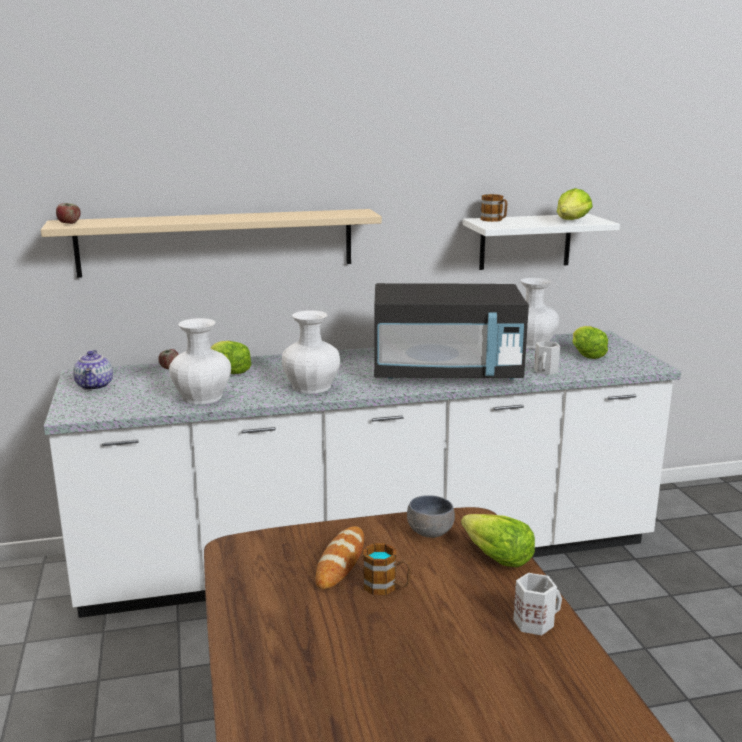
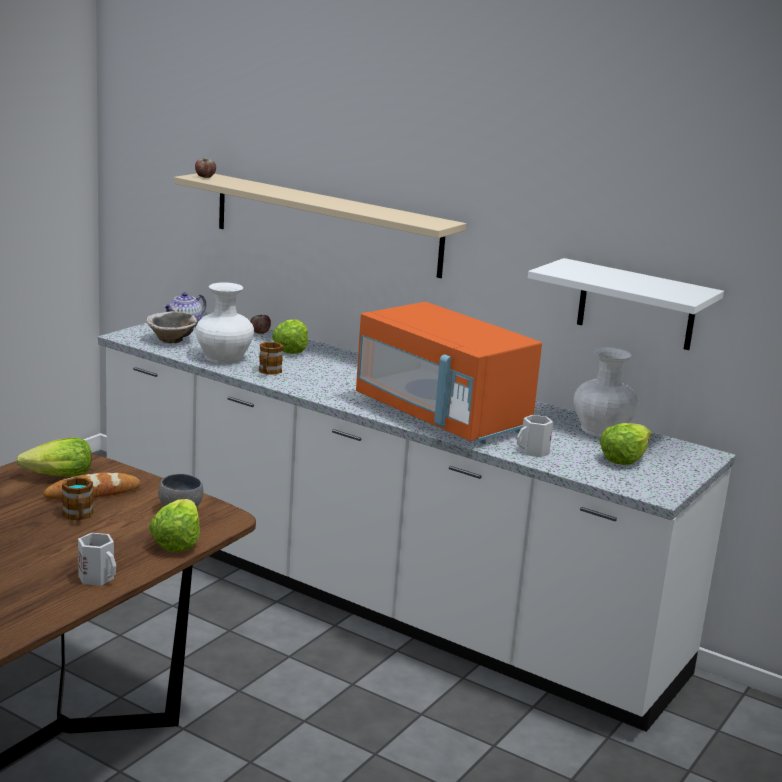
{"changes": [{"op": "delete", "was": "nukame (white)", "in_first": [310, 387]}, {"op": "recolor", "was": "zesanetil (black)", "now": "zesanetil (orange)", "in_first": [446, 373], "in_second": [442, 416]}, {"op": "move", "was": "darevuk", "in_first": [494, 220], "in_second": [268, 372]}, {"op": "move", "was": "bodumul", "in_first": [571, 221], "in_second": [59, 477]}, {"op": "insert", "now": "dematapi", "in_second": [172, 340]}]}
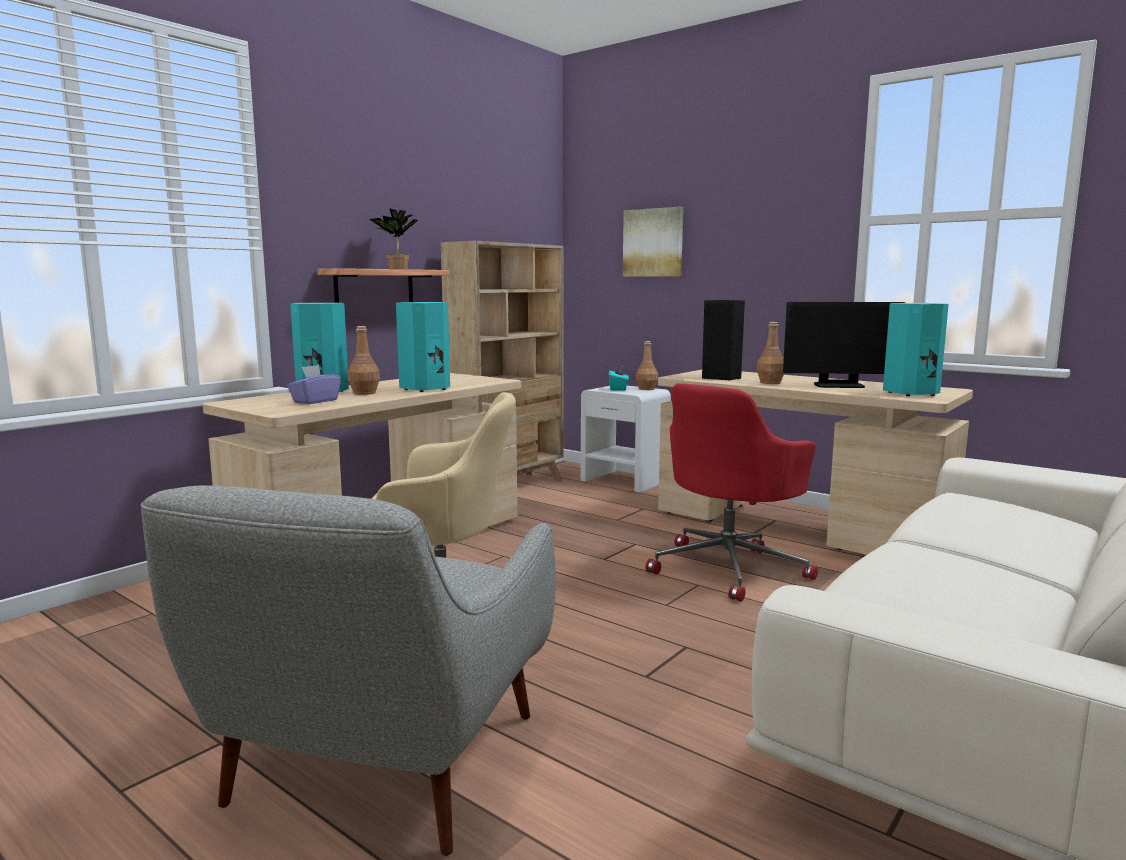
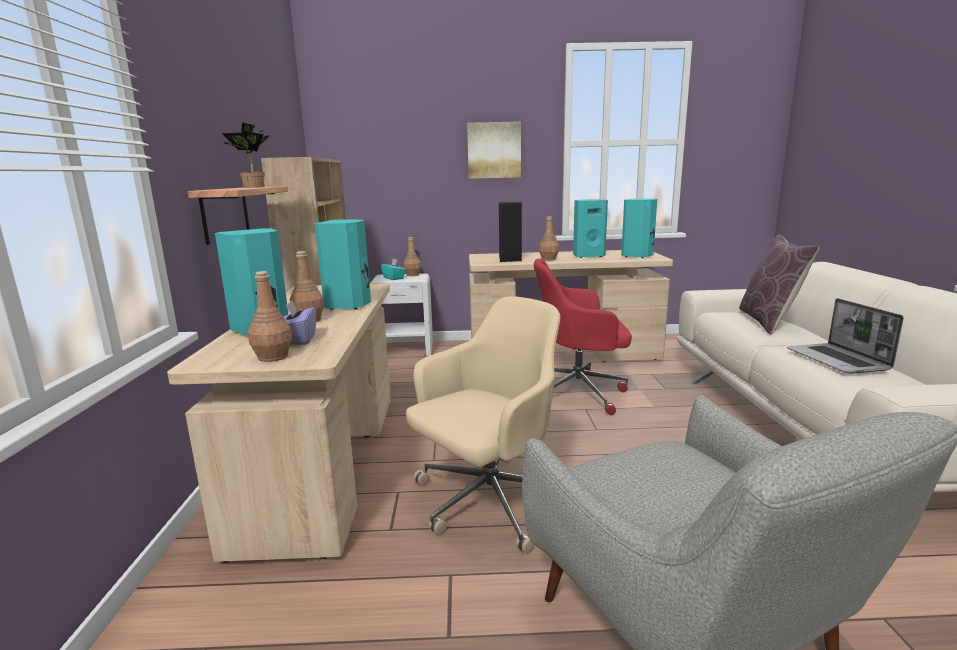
{"changes": [{"op": "move", "was": "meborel", "in_first": [653, 243], "in_second": [494, 150]}, {"op": "rotate", "was": "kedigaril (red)", "in_first": [729, 568], "in_second": [579, 392], "clockwise": 90}, {"op": "replace", "was": "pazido", "now": "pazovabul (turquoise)", "in_first": [839, 385], "in_second": [587, 256]}, {"op": "insert", "now": "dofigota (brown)", "in_second": [272, 357]}, {"op": "insert", "now": "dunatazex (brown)", "in_second": [769, 321]}, {"op": "insert", "now": "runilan", "in_second": [838, 360]}]}
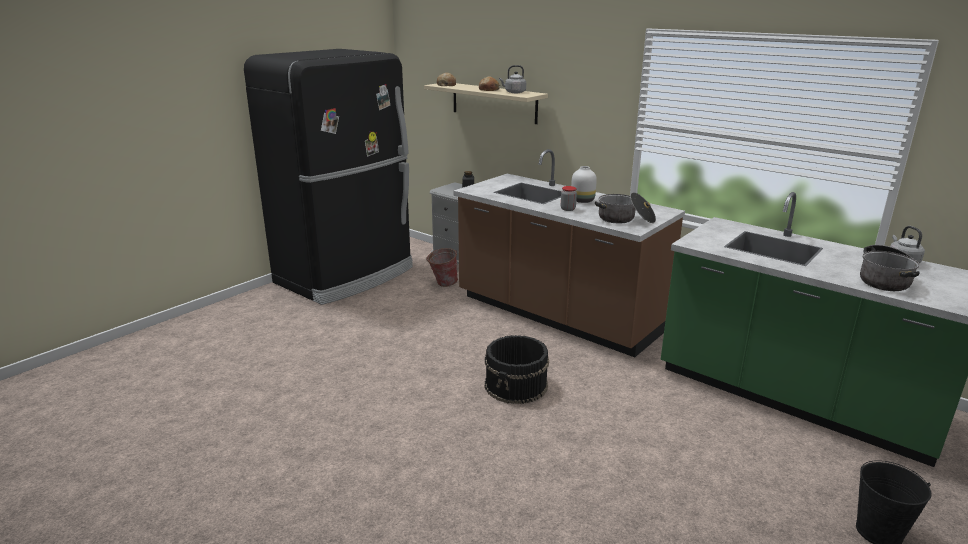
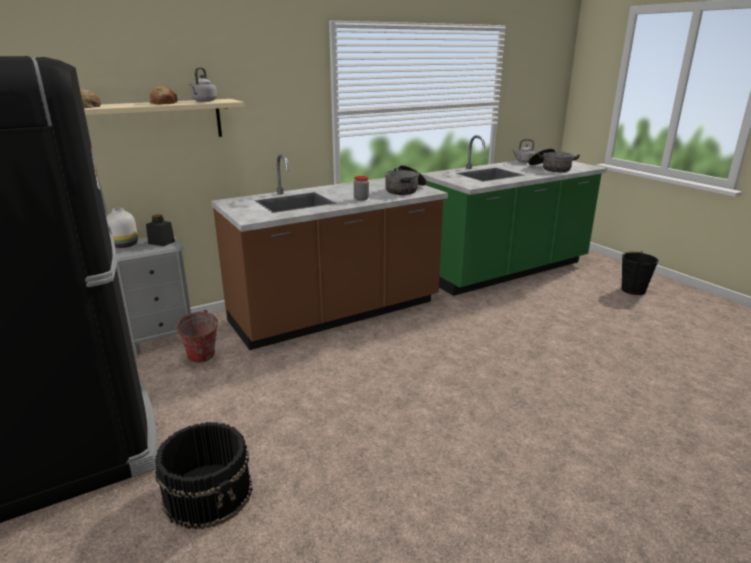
{"changes": [{"op": "move", "was": "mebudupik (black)", "in_first": [516, 385], "in_second": [209, 493]}, {"op": "move", "was": "nukame (white)", "in_first": [583, 200], "in_second": [125, 245]}]}
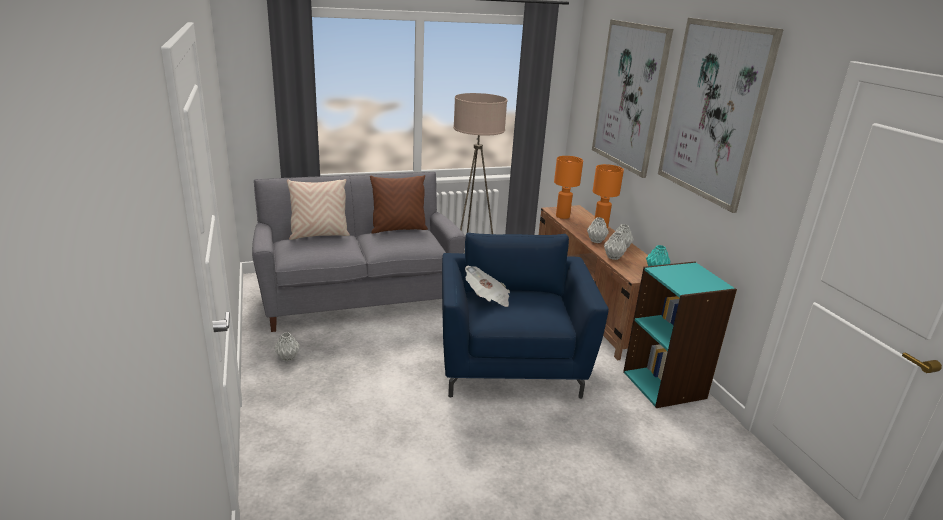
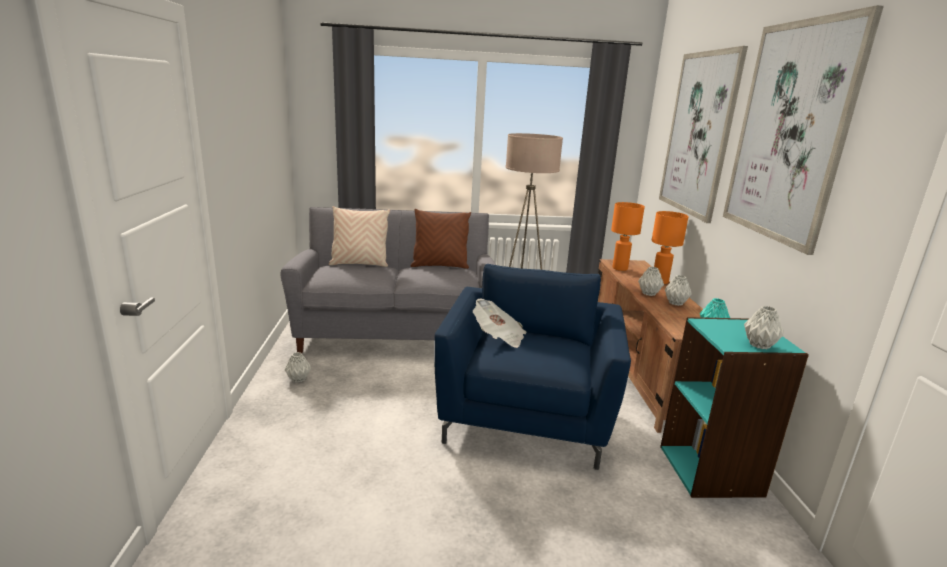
{"changes": [{"op": "move", "was": "nukame (grey)", "in_first": [613, 257], "in_second": [759, 345]}]}
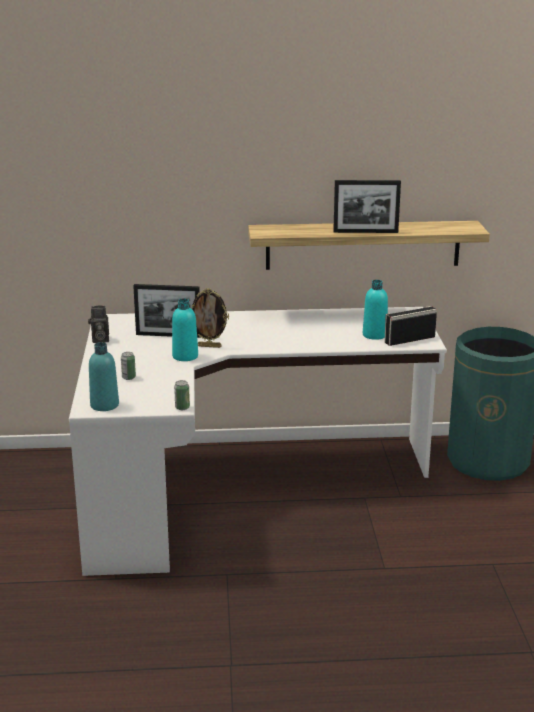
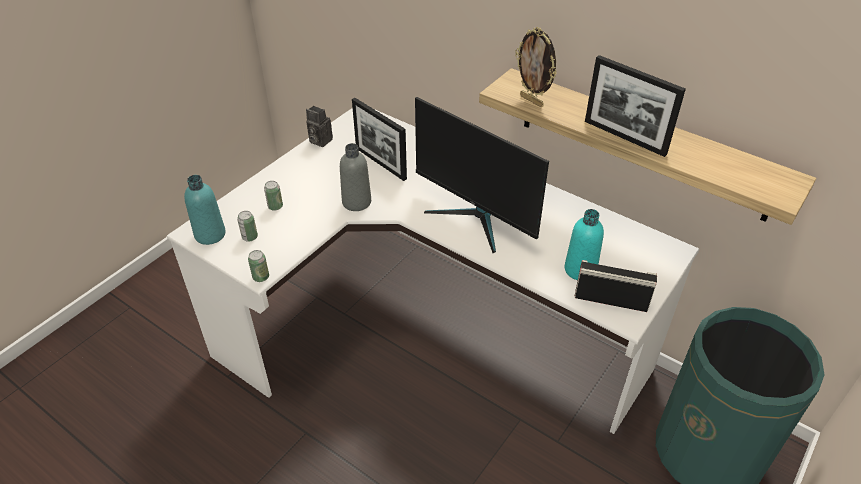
{"changes": [{"op": "recolor", "was": "dofigota (turquoise)", "now": "dofigota (grey)", "in_first": [185, 356], "in_second": [356, 202]}, {"op": "move", "was": "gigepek", "in_first": [209, 346], "in_second": [532, 101]}, {"op": "insert", "now": "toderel", "in_second": [250, 237]}, {"op": "insert", "now": "pazido", "in_second": [476, 218]}]}
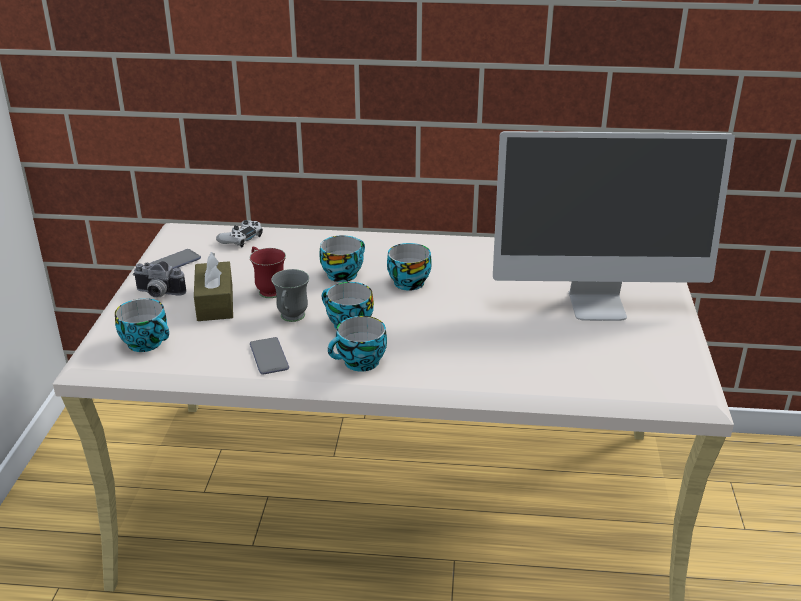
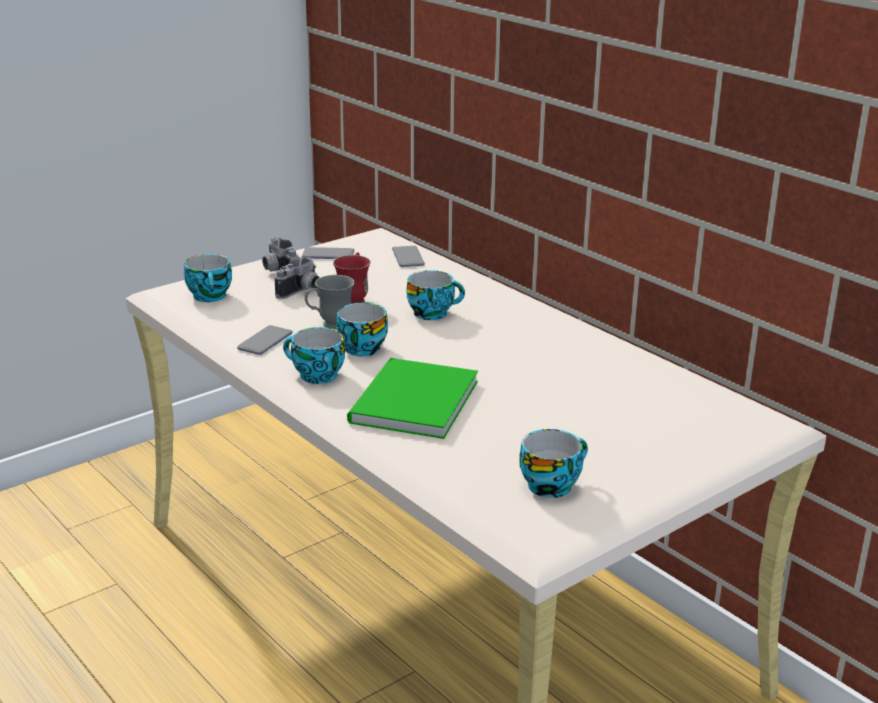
{"changes": [{"op": "replace", "was": "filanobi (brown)", "now": "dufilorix", "in_first": [215, 303], "in_second": [301, 292]}, {"op": "replace", "was": "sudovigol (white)", "now": "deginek", "in_first": [241, 238], "in_second": [408, 257]}, {"op": "move", "was": "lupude", "in_first": [408, 281], "in_second": [551, 484]}, {"op": "delete", "was": "pazido", "in_first": [597, 305]}, {"op": "insert", "now": "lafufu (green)", "in_second": [410, 403]}]}
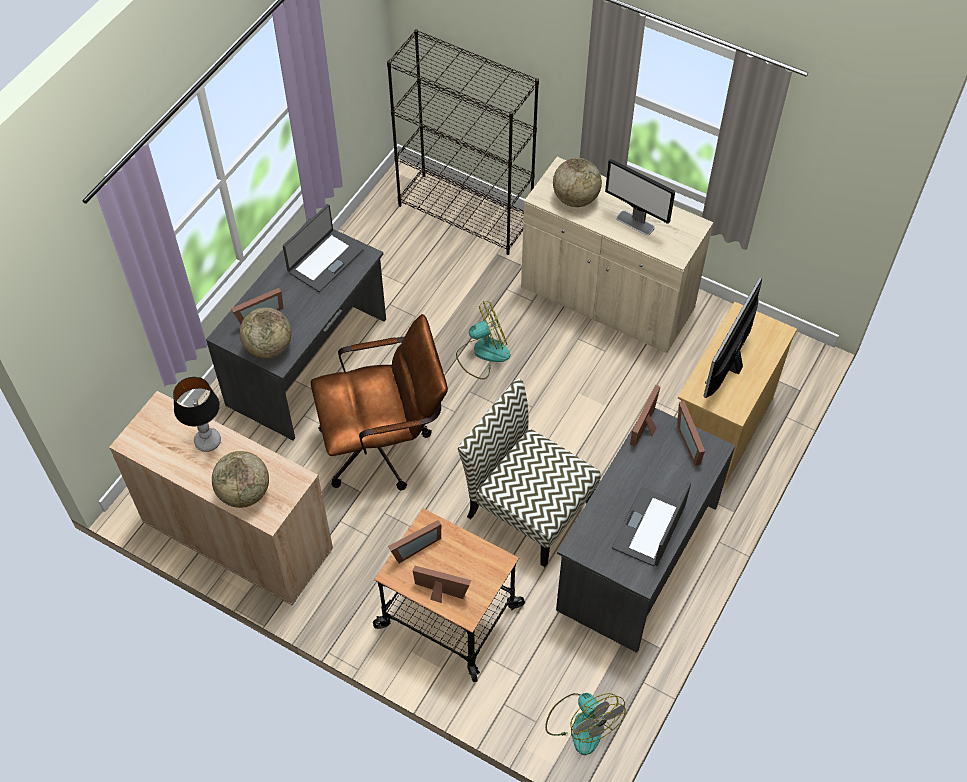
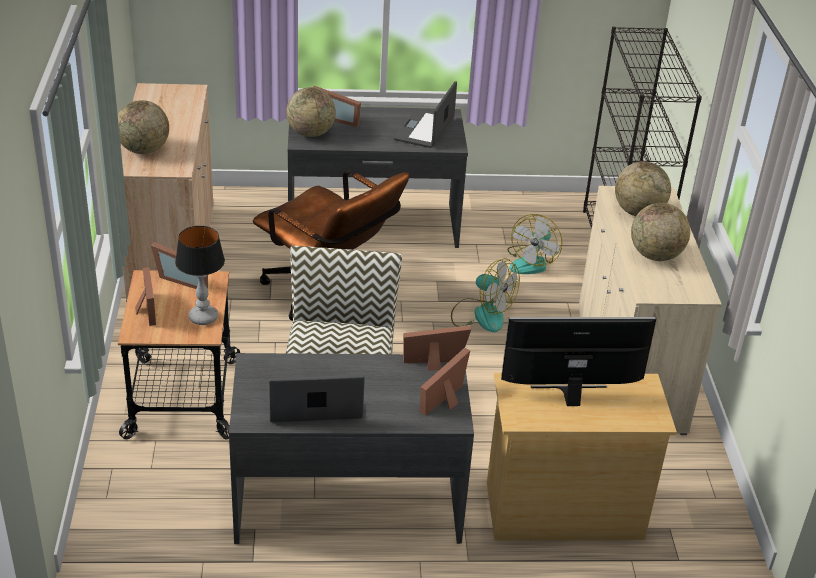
{"changes": [{"op": "move", "was": "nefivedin", "in_first": [207, 441], "in_second": [203, 317]}, {"op": "rotate", "was": "runilan", "in_first": [324, 261], "in_second": [425, 129], "clockwise": 105}, {"op": "move", "was": "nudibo", "in_first": [581, 723], "in_second": [532, 262]}, {"op": "replace", "was": "pazido", "now": "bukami", "in_first": [635, 223], "in_second": [655, 255]}]}
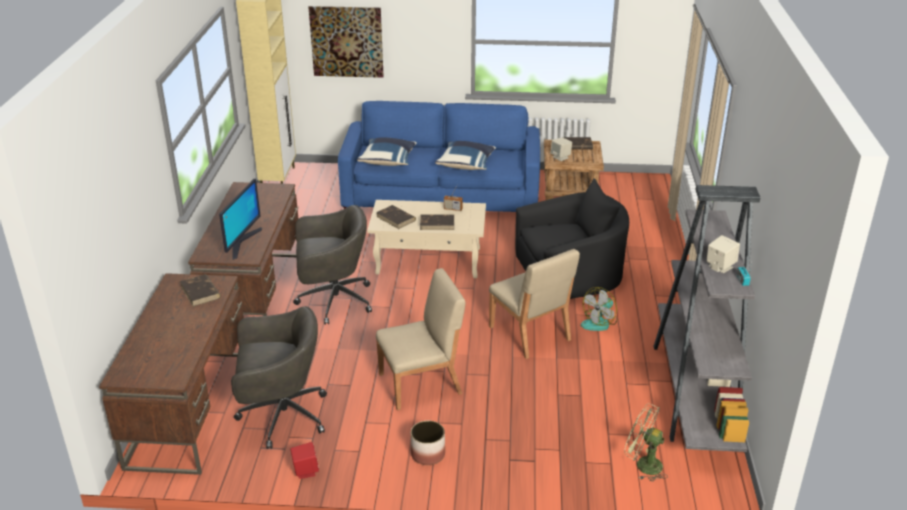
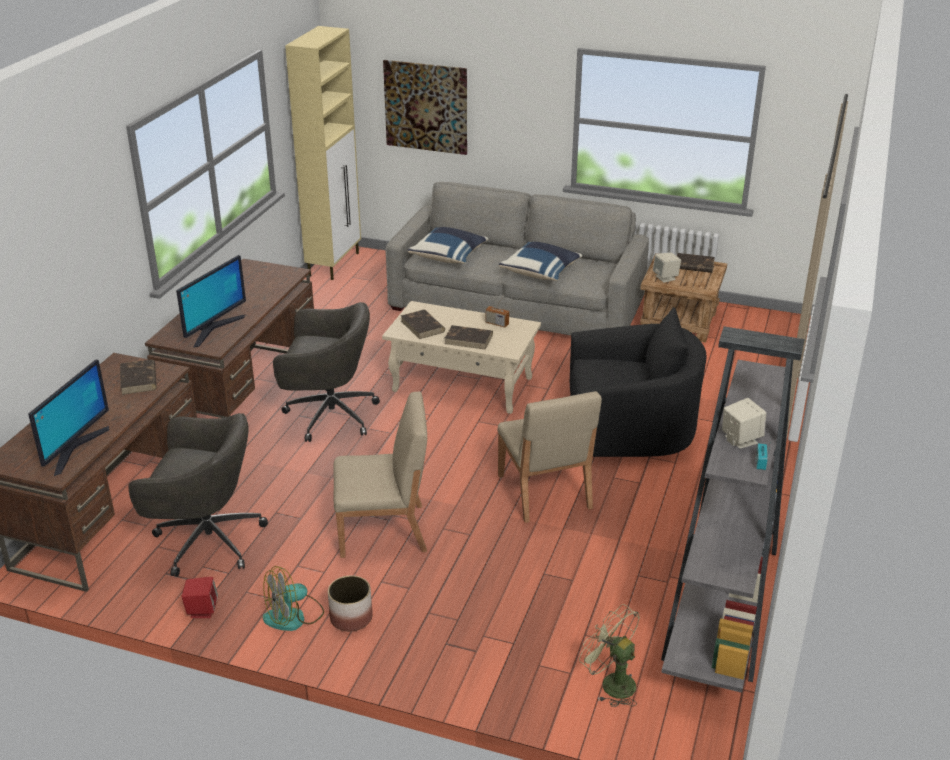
{"changes": [{"op": "recolor", "was": "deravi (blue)", "now": "deravi (grey)", "in_first": [441, 193], "in_second": [517, 305]}, {"op": "move", "was": "nudibo", "in_first": [599, 322], "in_second": [294, 616]}, {"op": "insert", "now": "pazido", "in_second": [74, 449]}]}
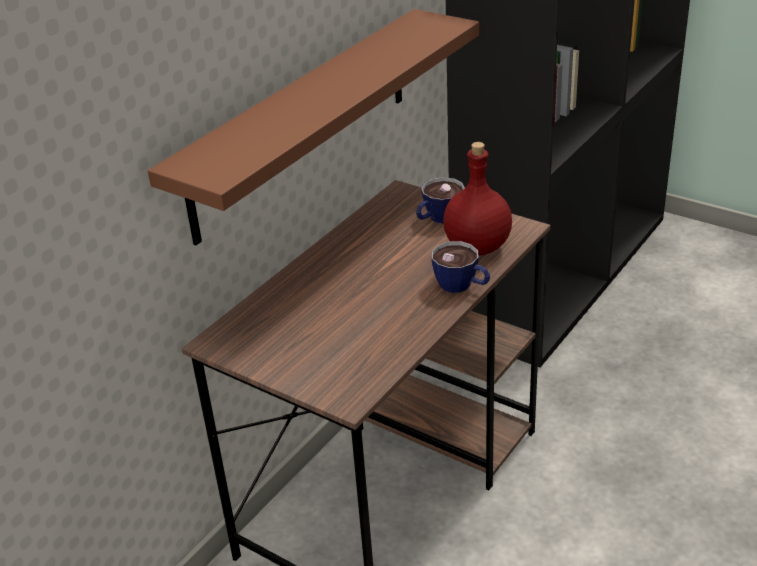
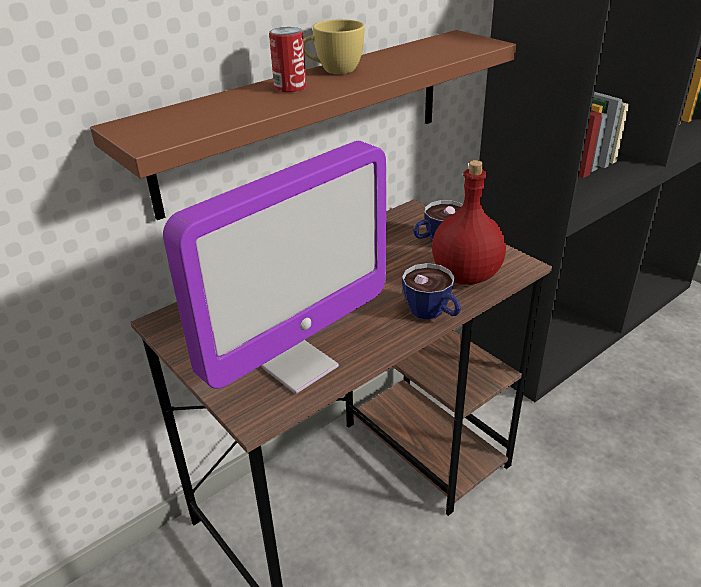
{"changes": [{"op": "insert", "now": "pazido", "in_second": [297, 365]}, {"op": "insert", "now": "toderel", "in_second": [290, 87]}, {"op": "insert", "now": "lupude (yellow)", "in_second": [333, 71]}]}
